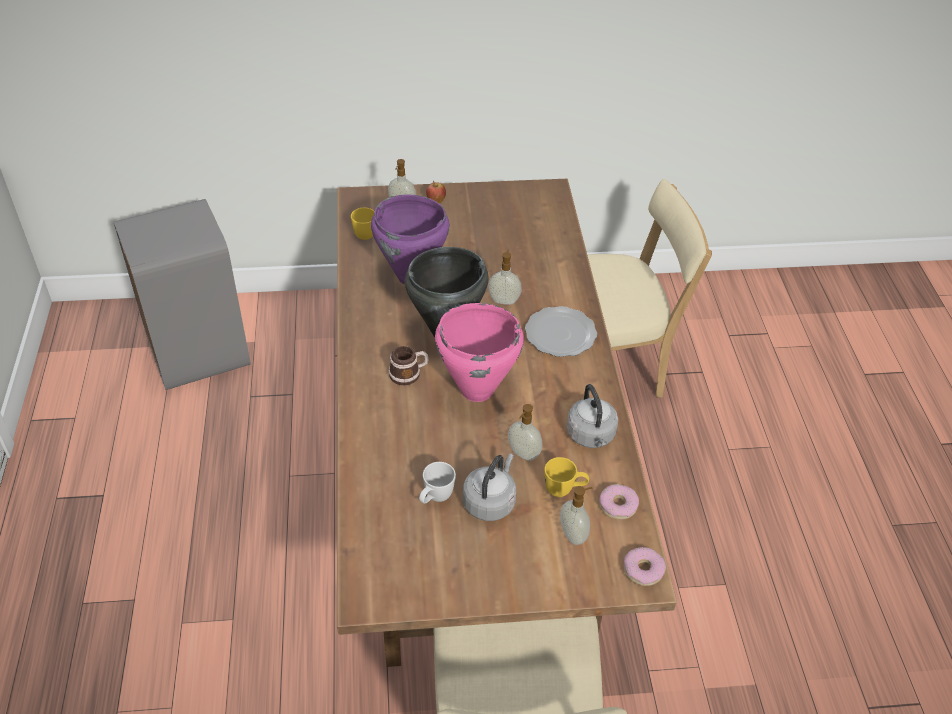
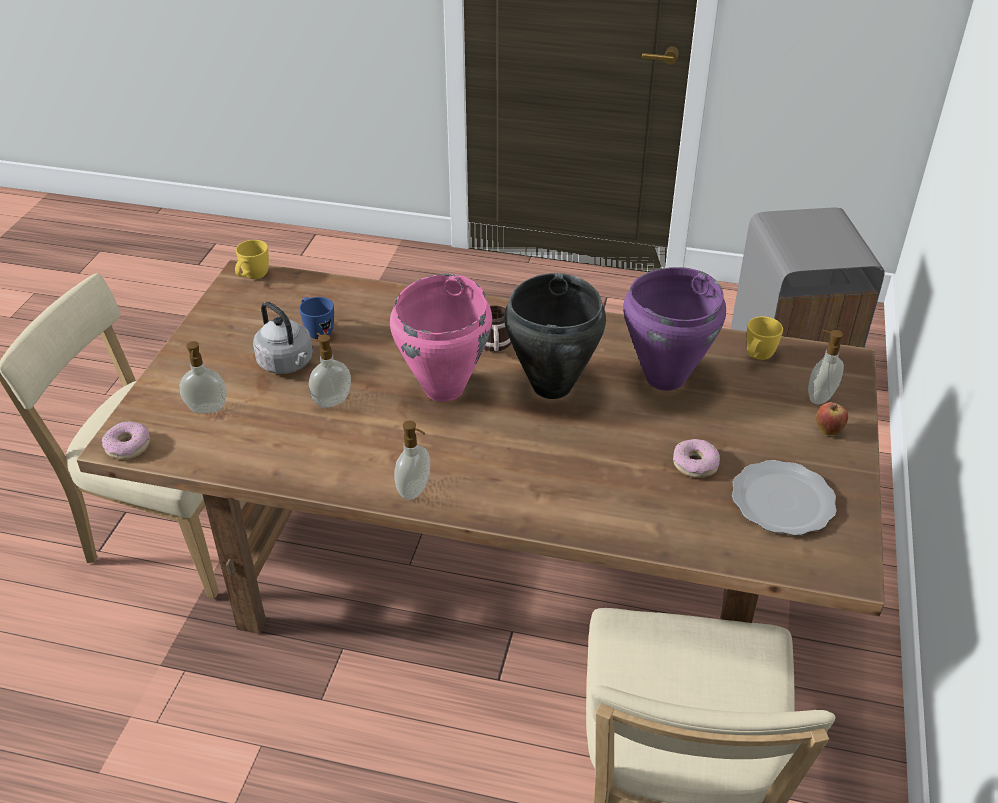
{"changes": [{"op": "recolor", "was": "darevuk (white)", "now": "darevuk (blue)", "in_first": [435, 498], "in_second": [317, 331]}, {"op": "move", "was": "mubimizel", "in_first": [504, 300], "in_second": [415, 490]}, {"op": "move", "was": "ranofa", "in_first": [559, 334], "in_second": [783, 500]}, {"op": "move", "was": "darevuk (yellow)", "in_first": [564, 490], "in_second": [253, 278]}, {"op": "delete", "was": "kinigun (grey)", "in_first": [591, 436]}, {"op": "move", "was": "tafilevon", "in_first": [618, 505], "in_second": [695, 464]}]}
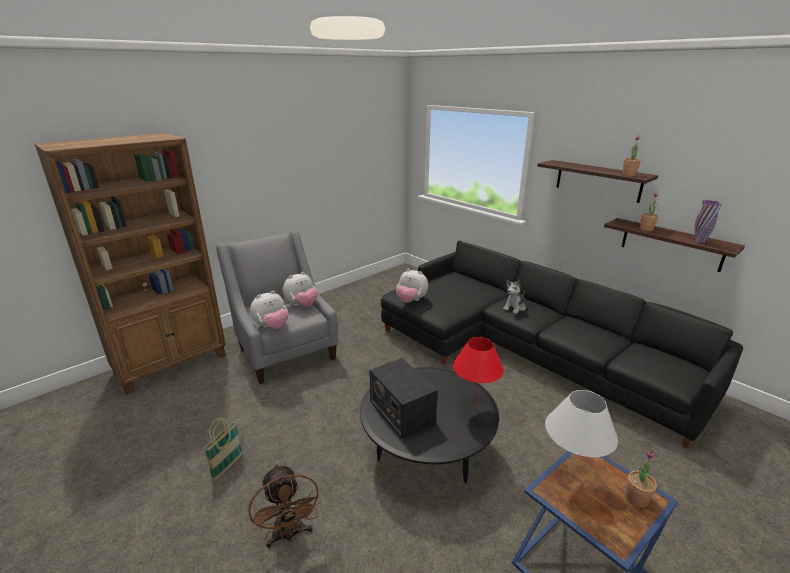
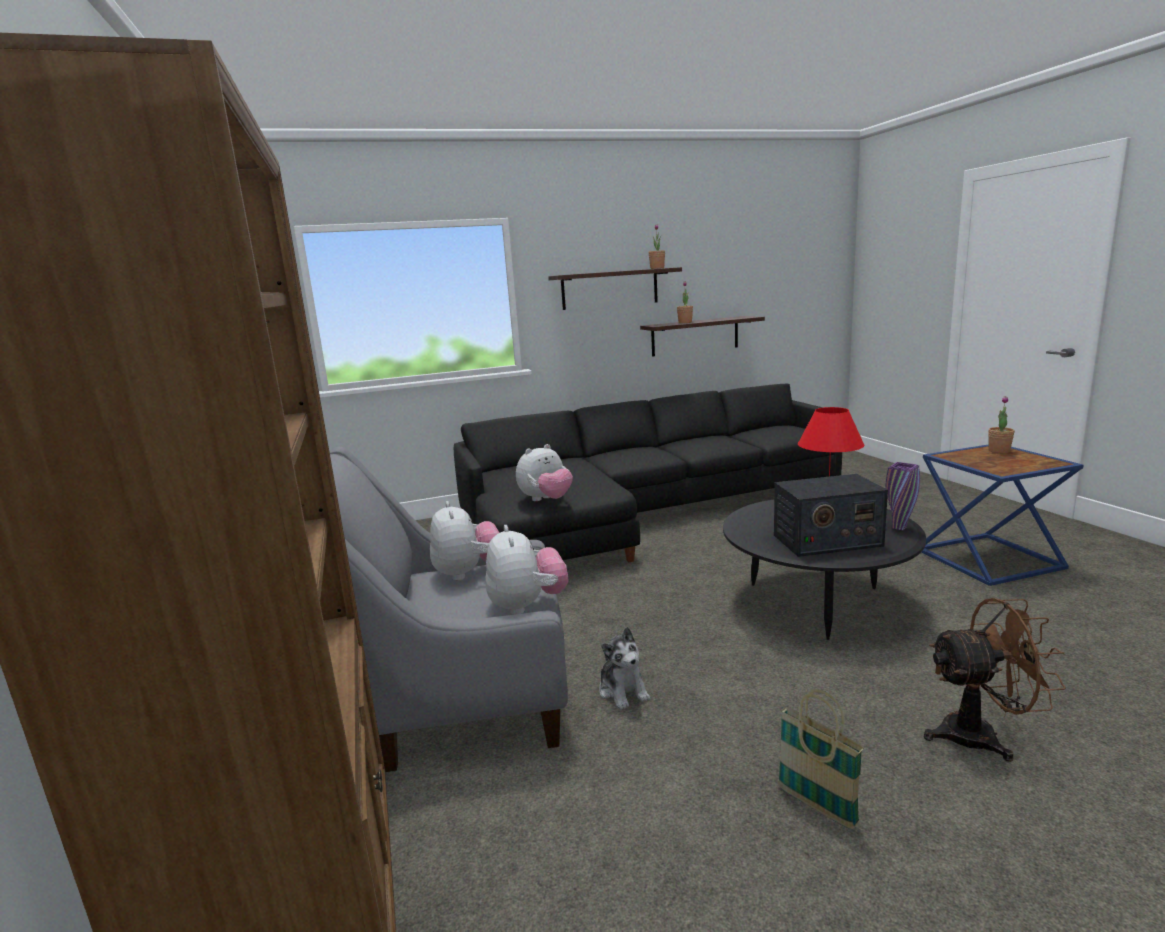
{"changes": [{"op": "move", "was": "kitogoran", "in_first": [515, 307], "in_second": [623, 691]}, {"op": "delete", "was": "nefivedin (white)", "in_first": [568, 481]}, {"op": "move", "was": "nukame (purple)", "in_first": [699, 241], "in_second": [899, 527]}]}
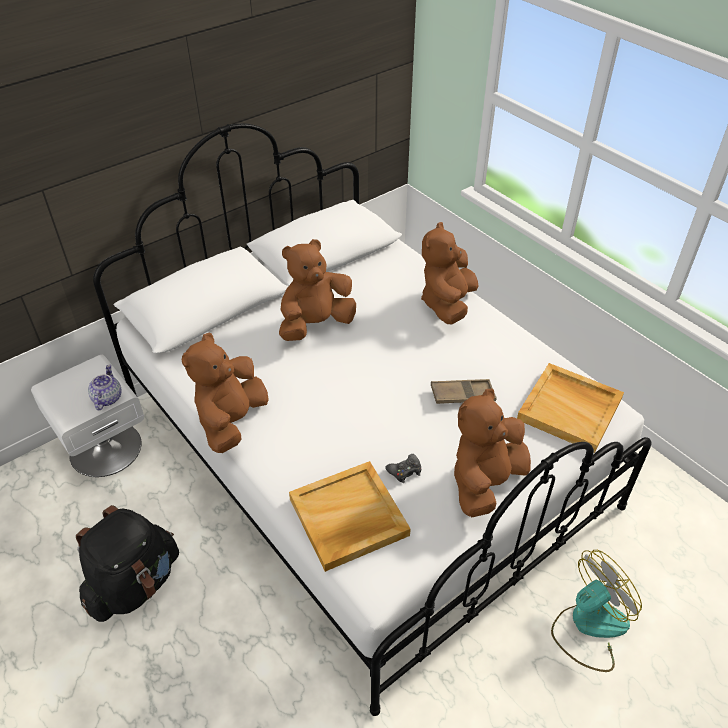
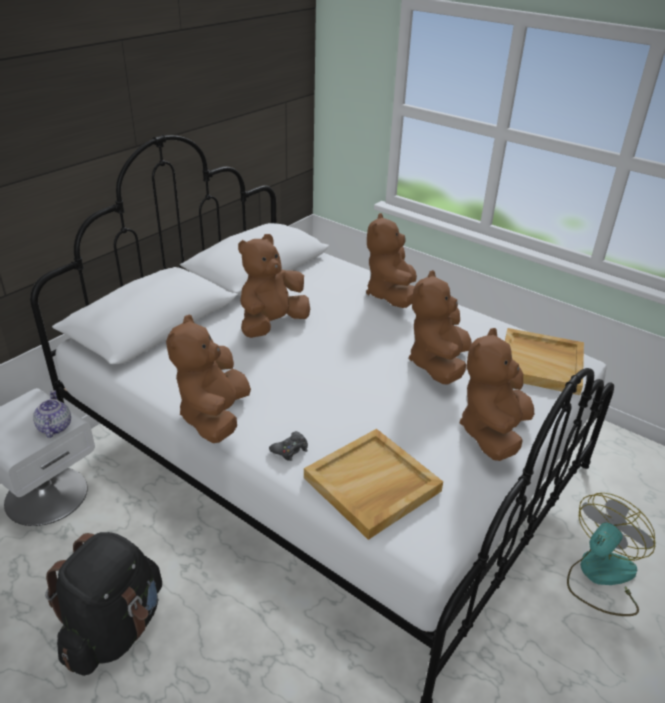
{"changes": [{"op": "move", "was": "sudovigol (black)", "in_first": [405, 471], "in_second": [290, 450]}, {"op": "replace", "was": "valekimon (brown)", "now": "kitogoran (brown)", "in_first": [462, 395], "in_second": [438, 365]}]}
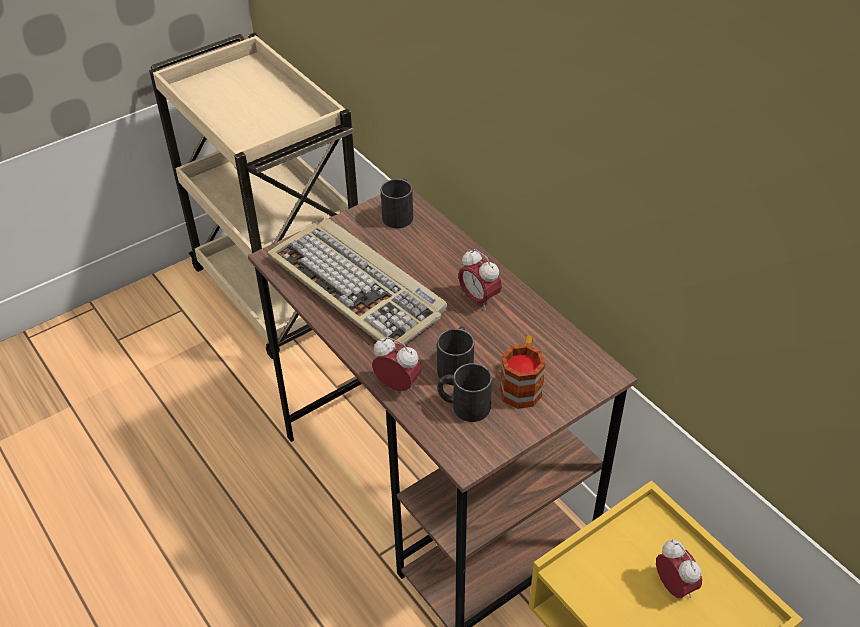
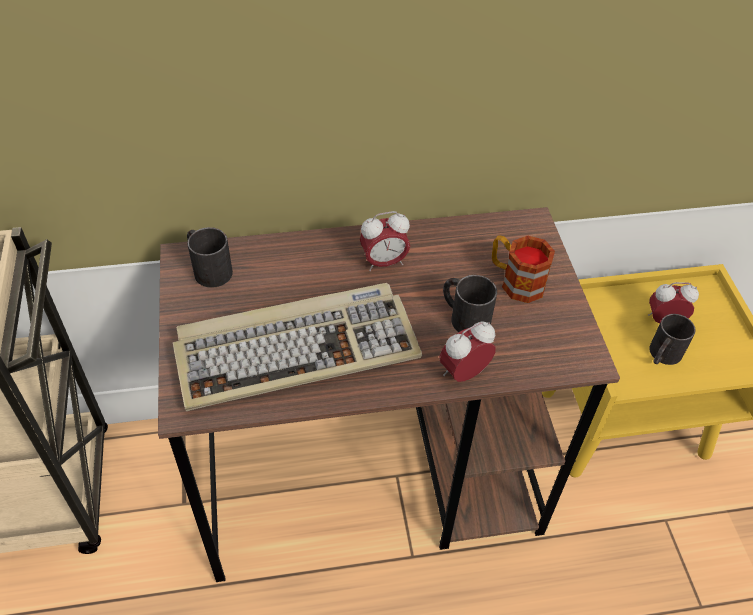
{"changes": [{"op": "move", "was": "darevuk (black)", "in_first": [463, 405], "in_second": [662, 355]}]}
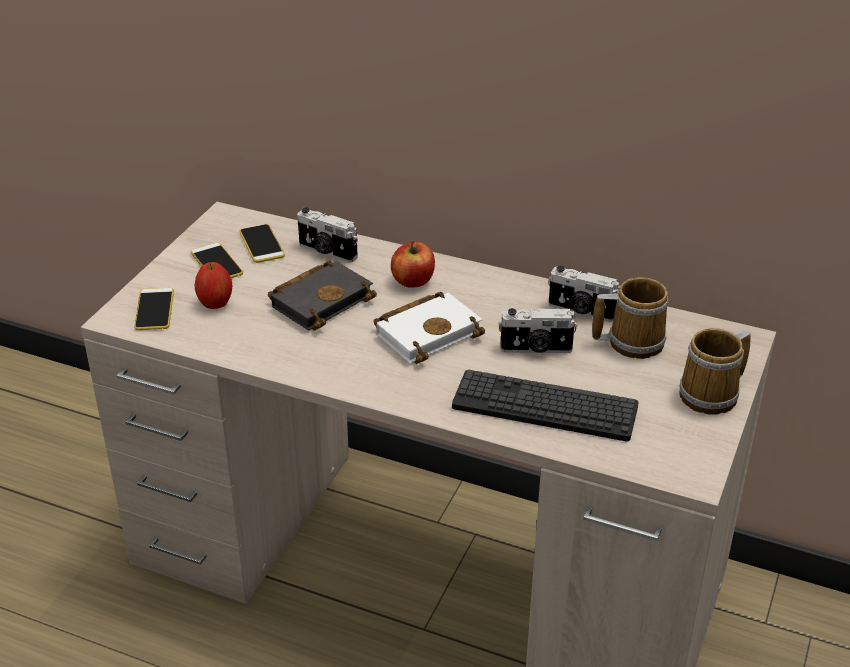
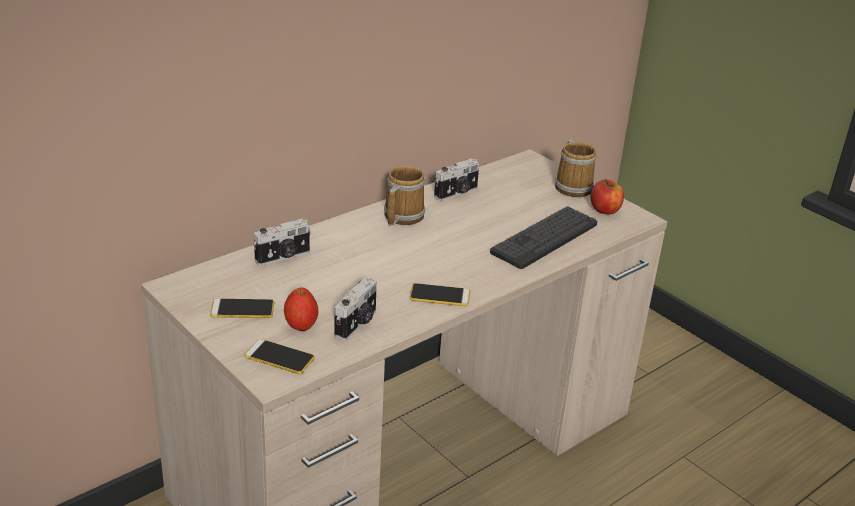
{"changes": [{"op": "move", "was": "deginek", "in_first": [261, 244], "in_second": [440, 295]}, {"op": "delete", "was": "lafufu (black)", "in_first": [322, 300]}, {"op": "delete", "was": "lafufu (white)", "in_first": [428, 332]}, {"op": "move", "was": "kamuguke", "in_first": [413, 281], "in_second": [605, 210]}, {"op": "move", "was": "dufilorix", "in_first": [536, 349], "in_second": [357, 324]}, {"op": "move", "was": "darevuk", "in_first": [631, 341], "in_second": [401, 216]}]}
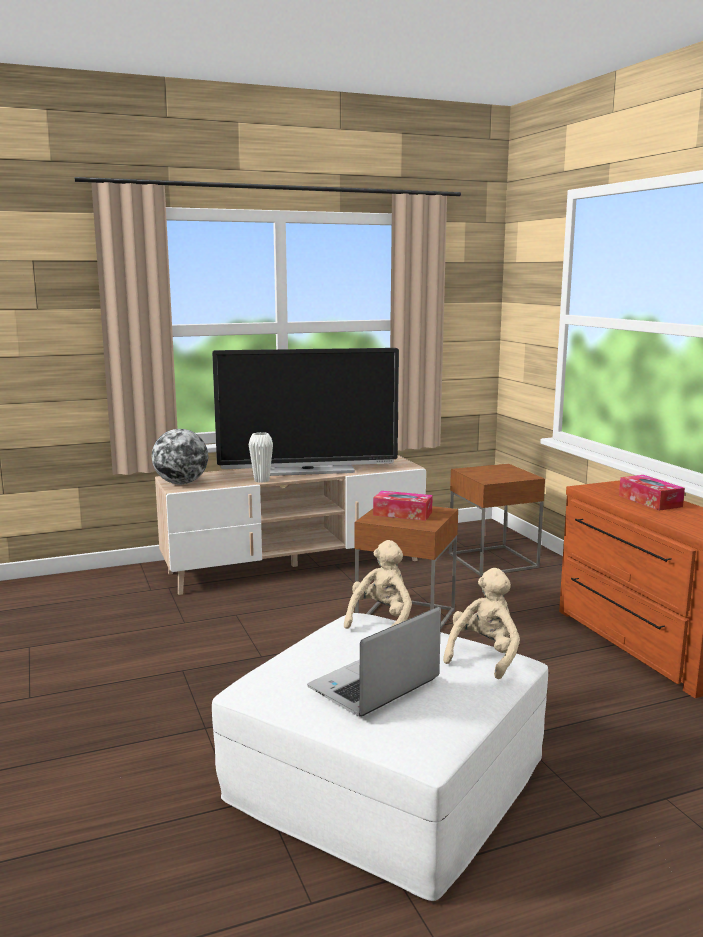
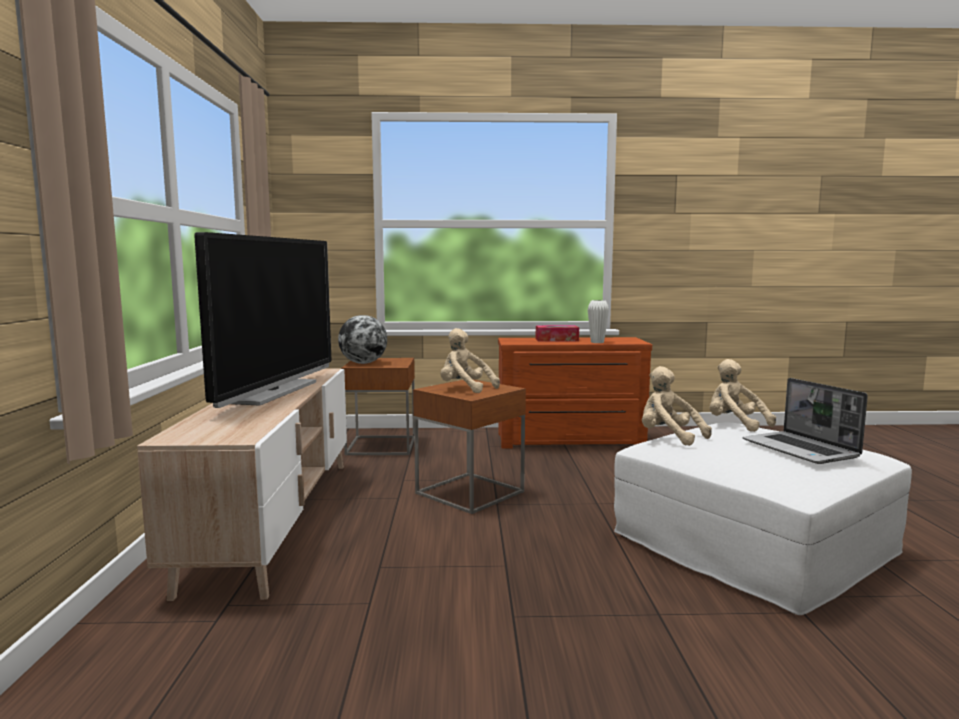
{"changes": [{"op": "move", "was": "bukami", "in_first": [181, 483], "in_second": [363, 363]}, {"op": "move", "was": "nukame (white)", "in_first": [261, 480], "in_second": [597, 342]}, {"op": "replace", "was": "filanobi", "now": "kitogoran (beige)", "in_first": [402, 514], "in_second": [465, 389]}]}
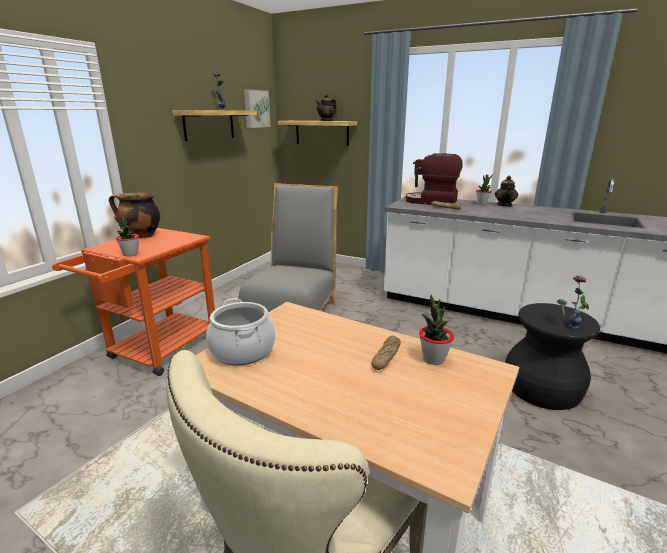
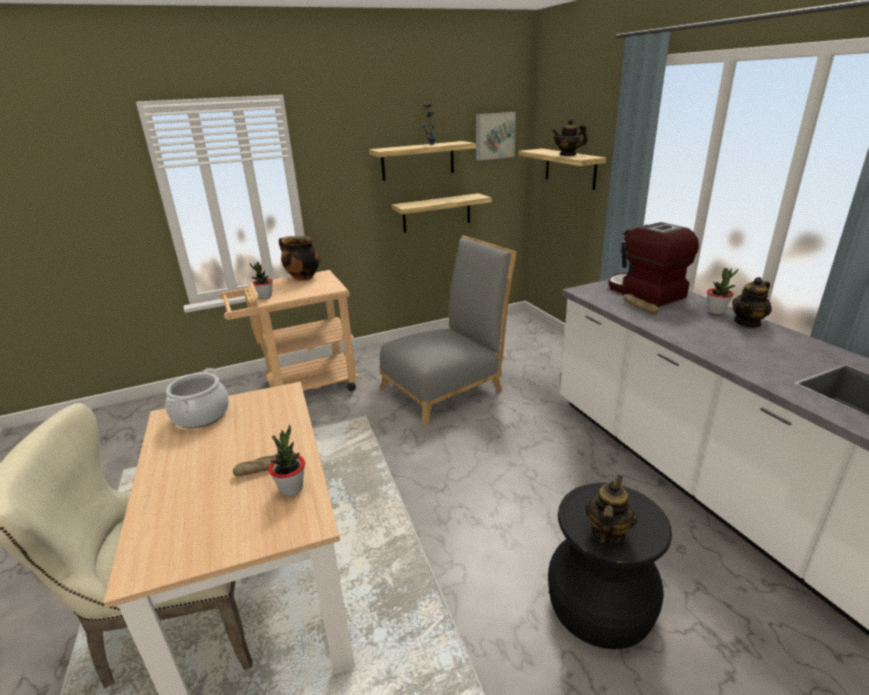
{"changes": [{"op": "recolor", "was": "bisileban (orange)", "now": "bisileban (beige)", "in_first": [157, 352], "in_second": [302, 386]}, {"op": "replace", "was": "nukame", "now": "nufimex", "in_first": [567, 325], "in_second": [607, 532]}, {"op": "insert", "now": "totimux", "in_second": [436, 213]}]}
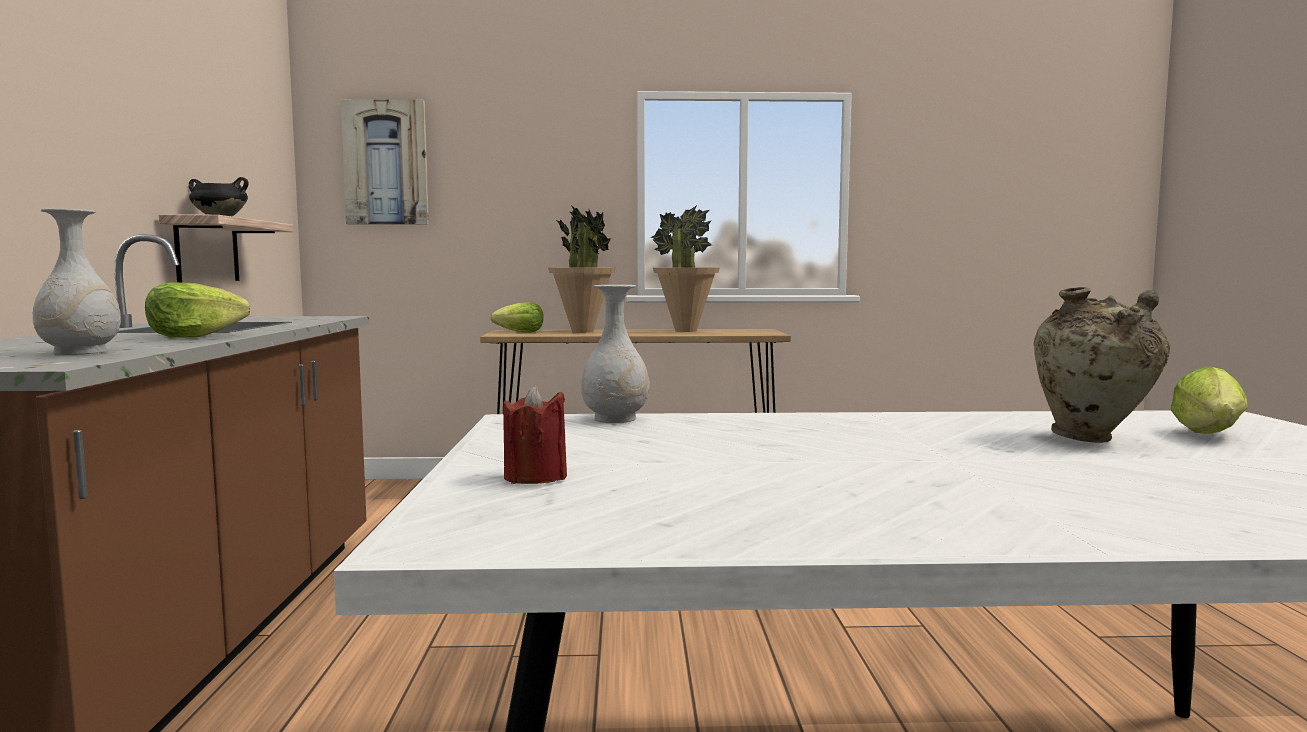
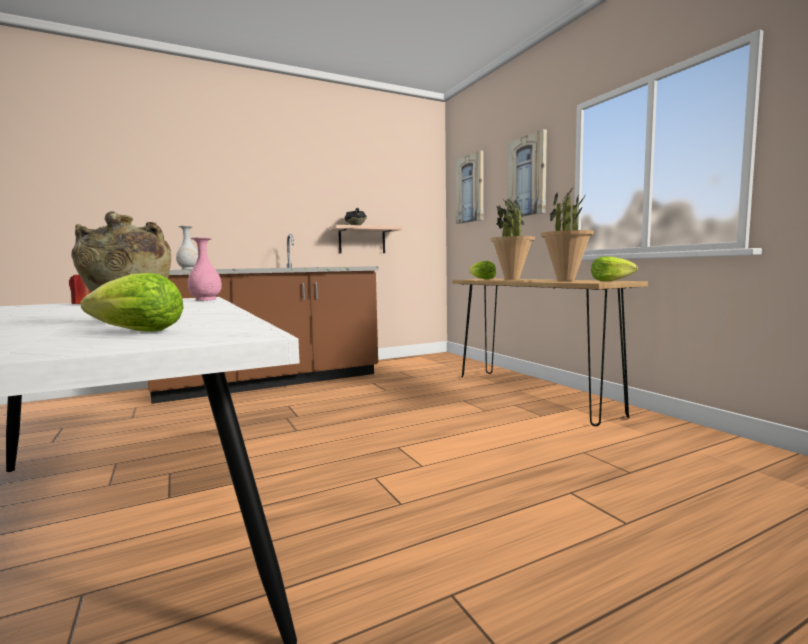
{"changes": [{"op": "move", "was": "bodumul", "in_first": [194, 336], "in_second": [610, 281]}, {"op": "recolor", "was": "nukame (white)", "now": "nukame (pink)", "in_first": [616, 419], "in_second": [206, 300]}, {"op": "insert", "now": "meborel", "in_second": [527, 176]}]}
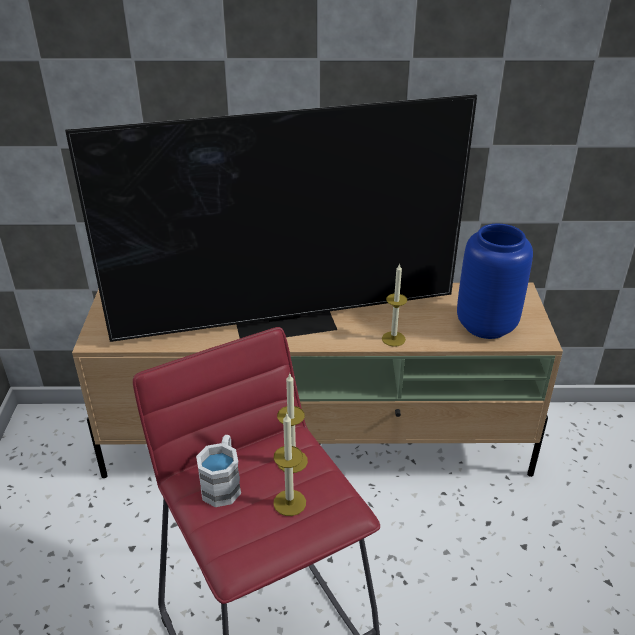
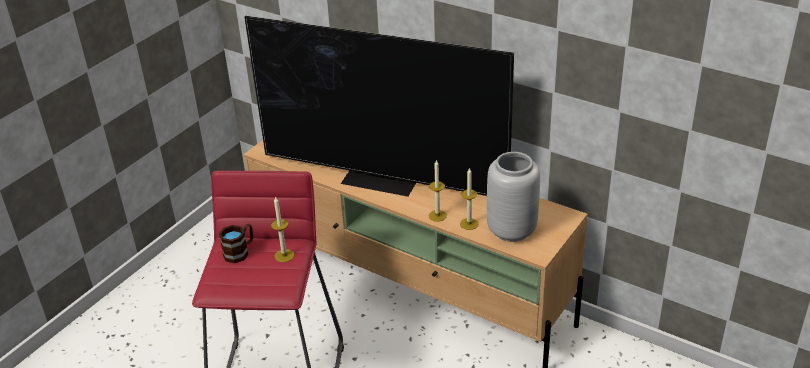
{"changes": [{"op": "recolor", "was": "darevuk (white)", "now": "darevuk (brown)", "in_first": [223, 483], "in_second": [240, 252]}, {"op": "move", "was": "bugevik", "in_first": [289, 502], "in_second": [469, 224]}, {"op": "recolor", "was": "nukame (blue)", "now": "nukame (grey)", "in_first": [486, 326], "in_second": [511, 231]}]}
